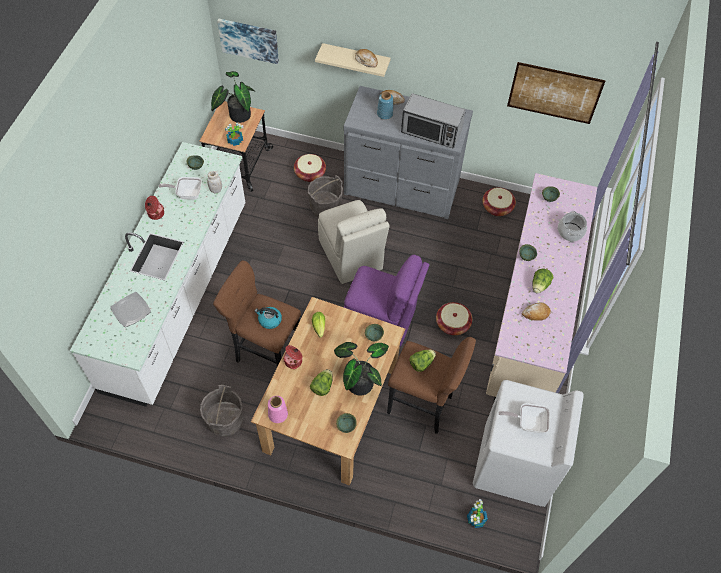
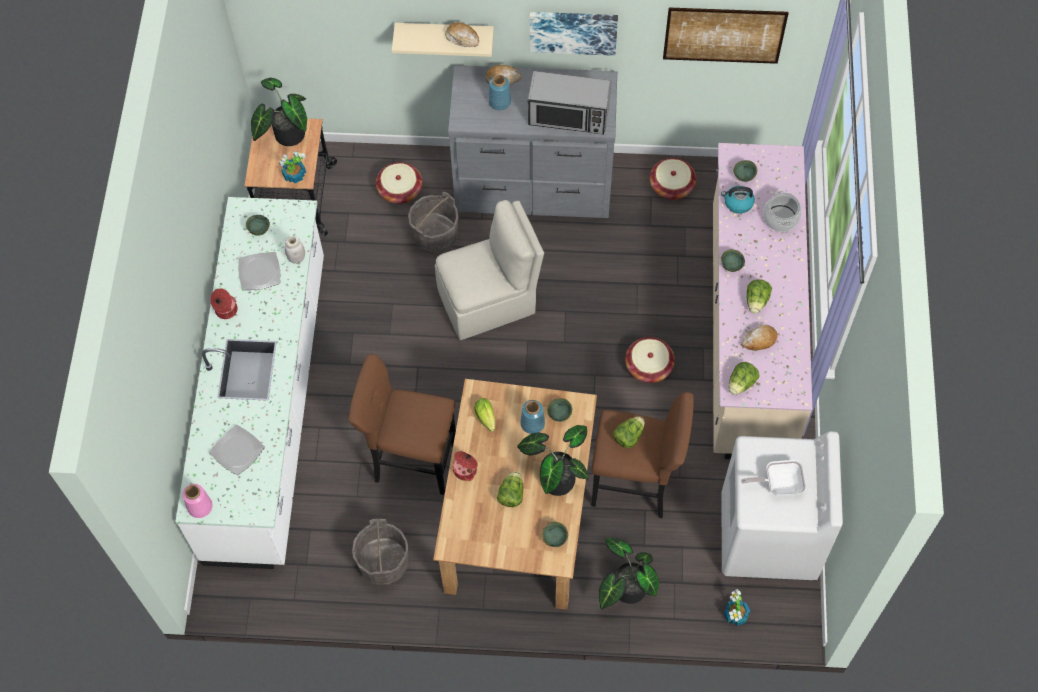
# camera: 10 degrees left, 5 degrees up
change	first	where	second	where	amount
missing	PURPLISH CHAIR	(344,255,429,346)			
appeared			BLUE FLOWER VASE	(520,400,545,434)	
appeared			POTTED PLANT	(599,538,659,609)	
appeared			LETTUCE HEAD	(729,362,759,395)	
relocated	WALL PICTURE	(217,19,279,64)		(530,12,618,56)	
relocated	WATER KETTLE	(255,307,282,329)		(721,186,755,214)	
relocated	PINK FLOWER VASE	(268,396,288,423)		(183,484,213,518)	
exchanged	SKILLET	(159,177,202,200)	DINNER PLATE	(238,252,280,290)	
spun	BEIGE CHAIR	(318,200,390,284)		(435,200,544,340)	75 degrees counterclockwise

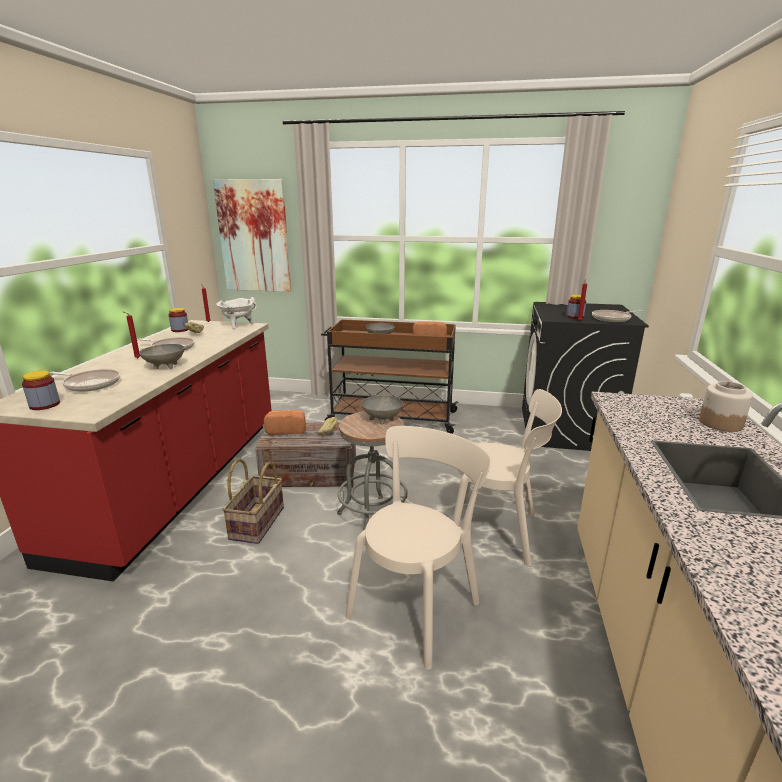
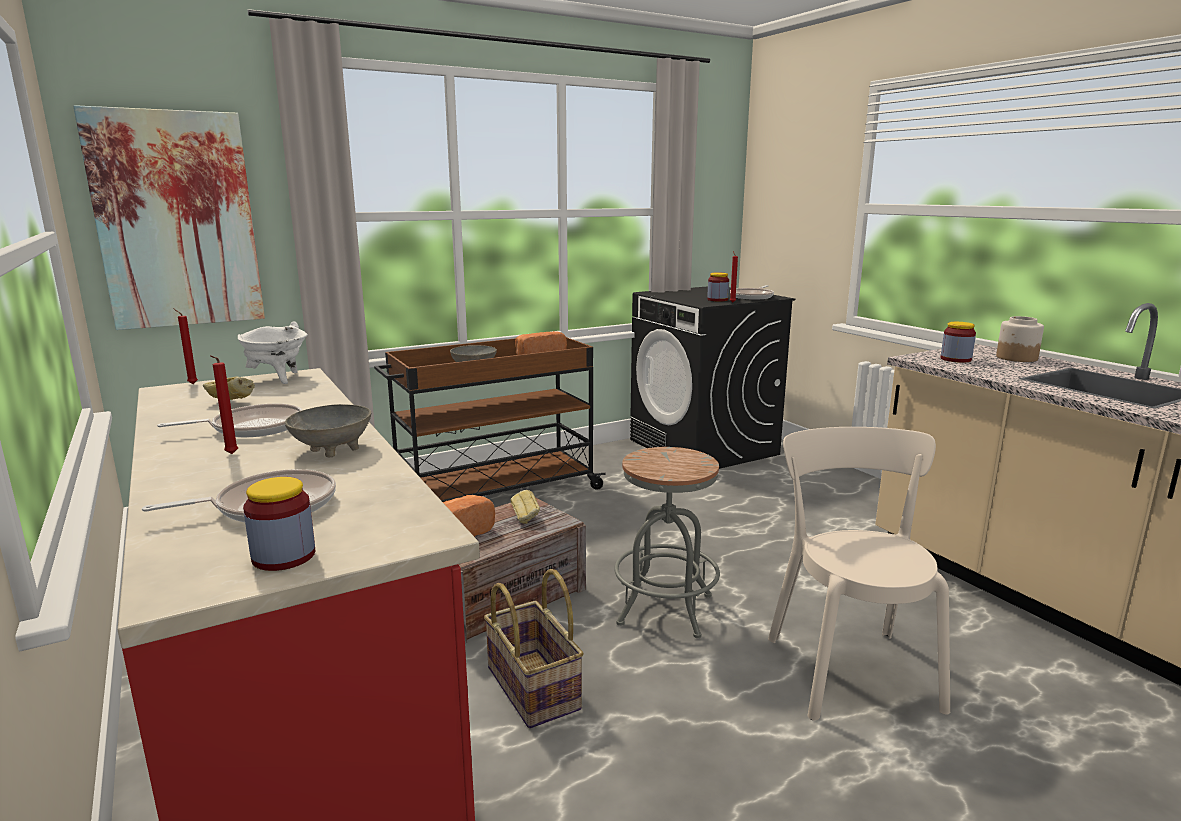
# camera: 40 degrees left, 5 degrees down
change	first	where	second	where	amount
missing	GREY BOWL	(361,395,403,424)			
missing	BEIGE CHAIR	(453,389,562,567)			
relocated	JAR	(169,308,188,332)		(941,322,976,363)	

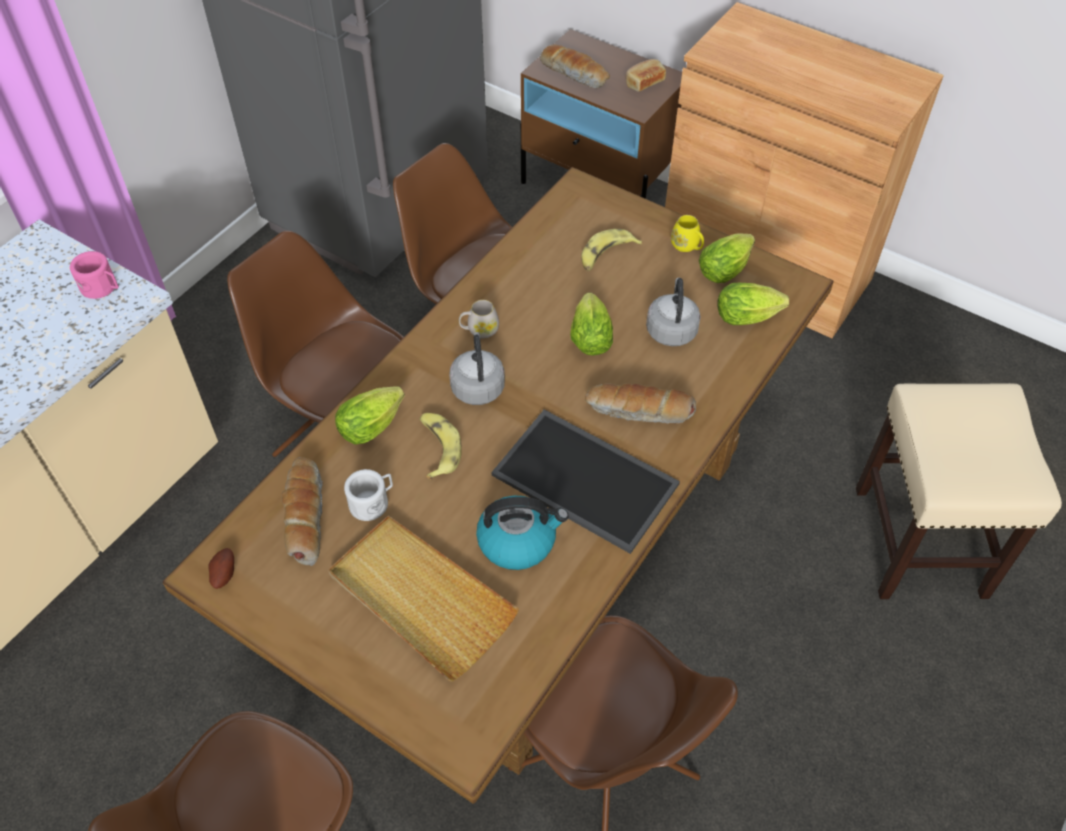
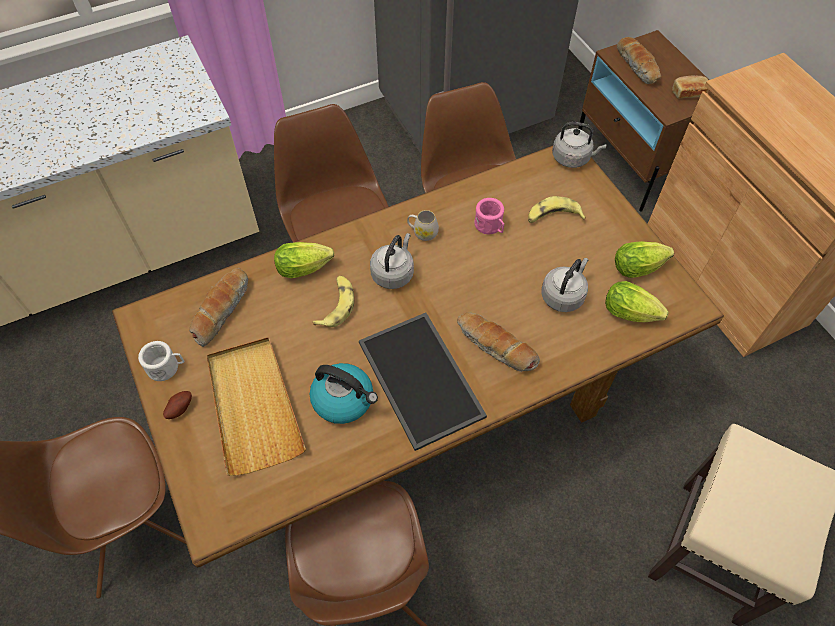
# camera: 30 degrees right, 5 degrees up
change	first	where	second	where	amount
missing	LETTUCE HEAD	(570,293,613,356)			
missing	YELLOW-COLOURED COFFEE MUG	(671,215,704,252)			
appeared			GREY WATER KETTLE	(552,122,606,168)	
relocated	PINK COFFEE MUG	(70,251,119,299)		(475,198,504,234)	
relocated	SPUD	(208,548,234,589)		(163,391,192,419)	
relocated	WHITE COFFEE MUG	(344,469,393,521)		(138,341,185,381)	

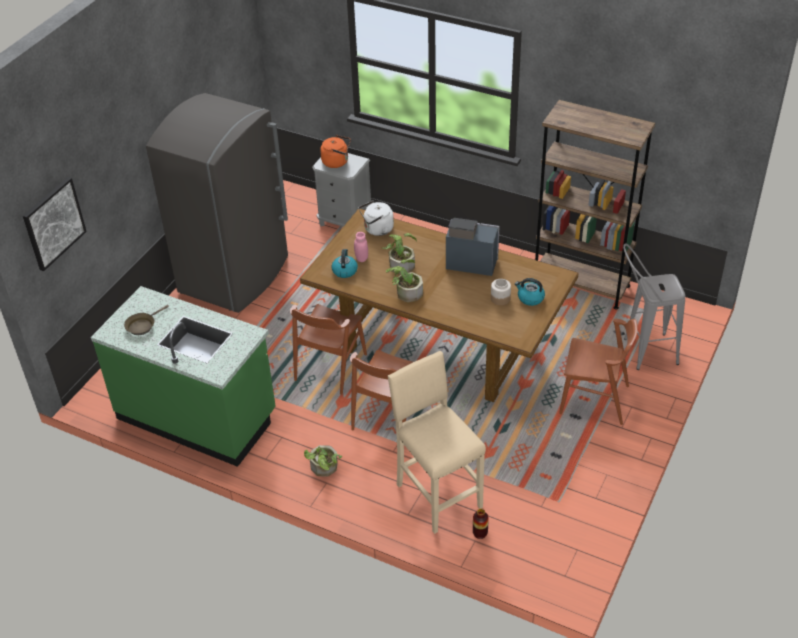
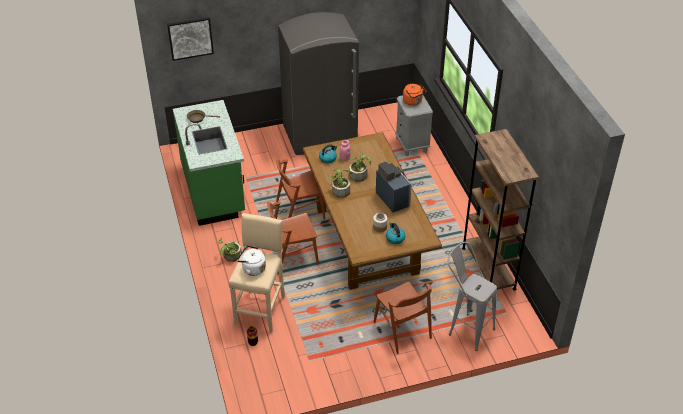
# camera: 45 degrees right, 0 degrees up
change	first	where	second	where	amount
relocated	WHITE WATER KETTLE	(358,201,394,236)		(237,246,266,276)	

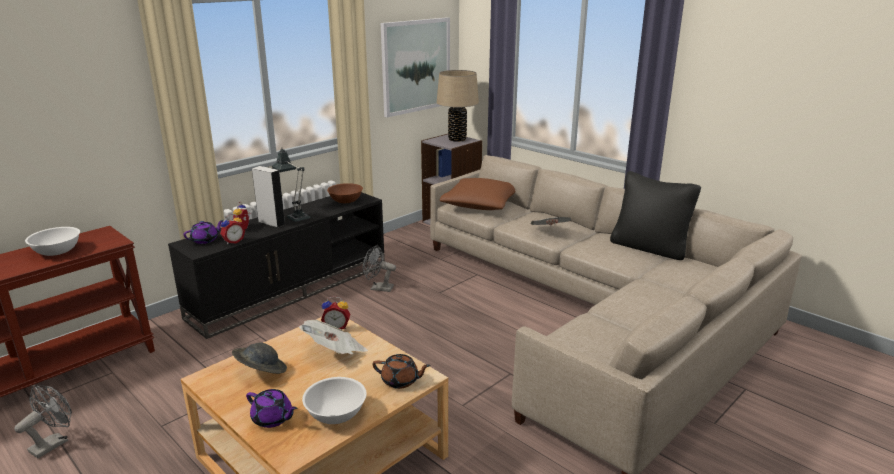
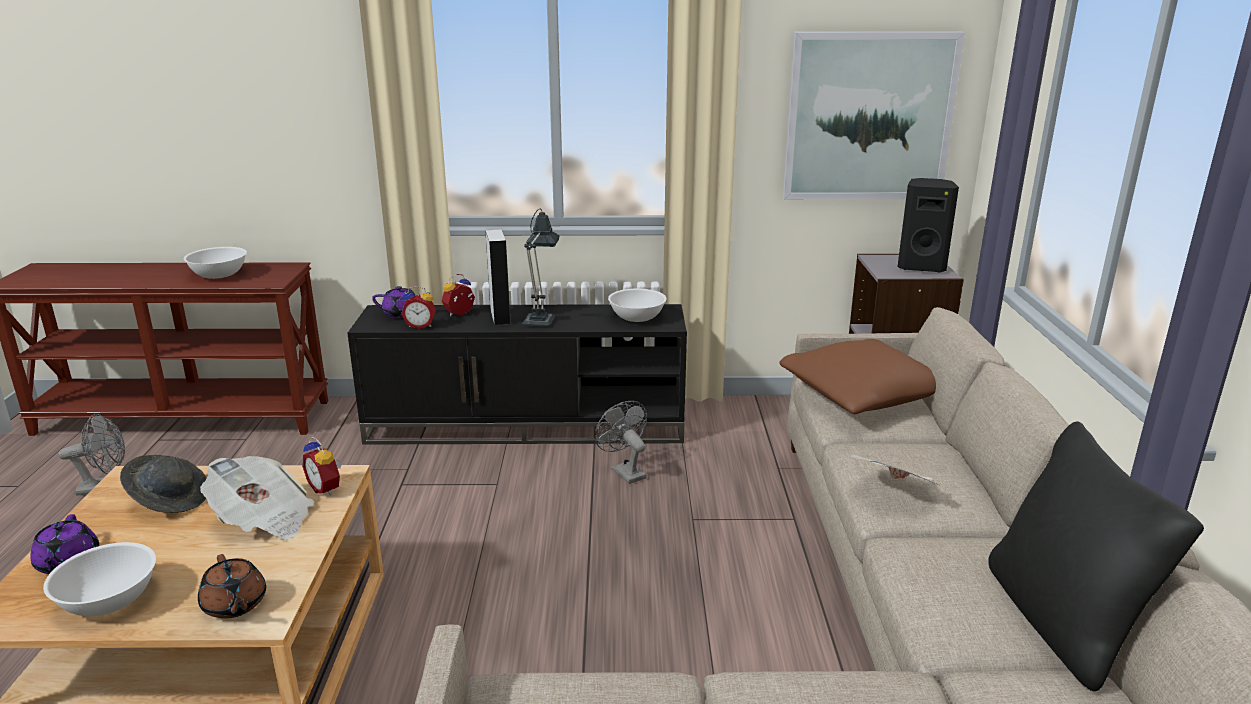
# camera: 45 degrees right, 0 degrees up
change	first	where	second	where	amount
exchanged	BEIGE LAMP FOR A TABLE	(437,70,479,142)	BLACK LOUDSPEAKER	(897,178,959,273)	
colour	BROWN BOWL	(327,183,363,203)	WHITE BOWL	(608,289,667,322)	

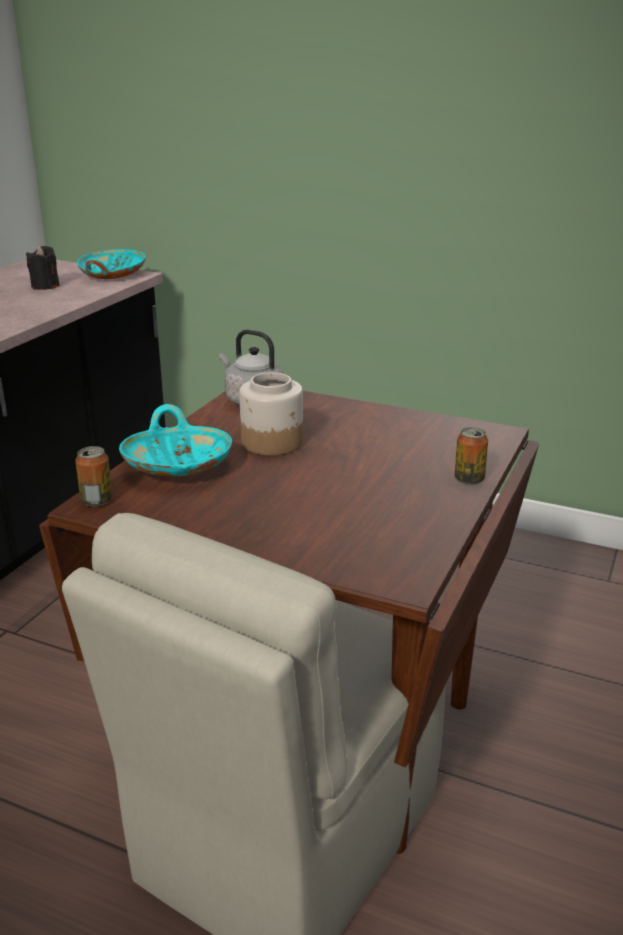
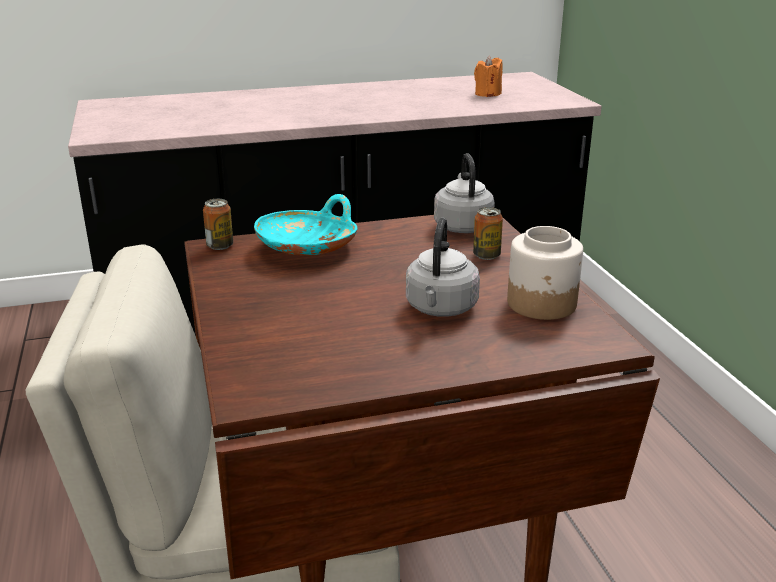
# camera: 50 degrees right, 0 degrees up
change	first	where	second	where	amount
missing	TURQUOISE-COLOURED BOWL	(77,249,146,279)			
appeared			GREY WATER KETTLE	(406,218,480,317)	
relocated	JAR	(239,372,303,455)		(507,226,583,320)	
relocated	SEALED CAN	(455,427,488,485)		(473,207,503,260)	
colour	BLACK WAX CANDLE	(26,245,60,290)	ORANGE-COLOURED WAX CANDLE	(474,56,503,97)	

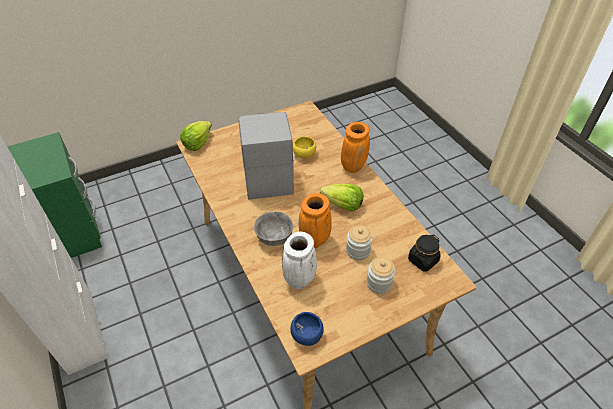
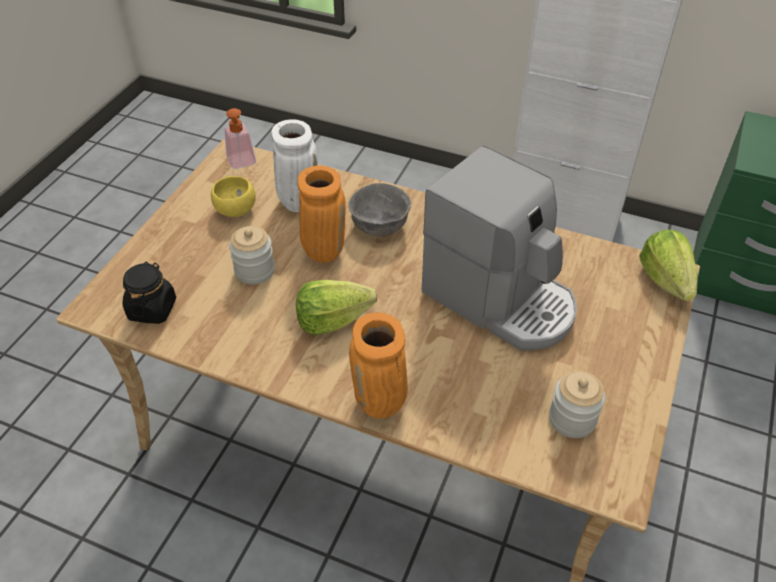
# camera: 140 degrees right, 0 degrees up
change	first	where	second	where	amount
relocated	YELLOW-COLOURED BOWL	(293,136,316,158)		(211,176,256,217)	
relocated	JAR	(367,257,396,294)		(549,371,605,438)	
exchanged	BLUE BOWL	(291,312,324,346)	LIQUID SOAP BOTTLE	(224,108,256,169)	

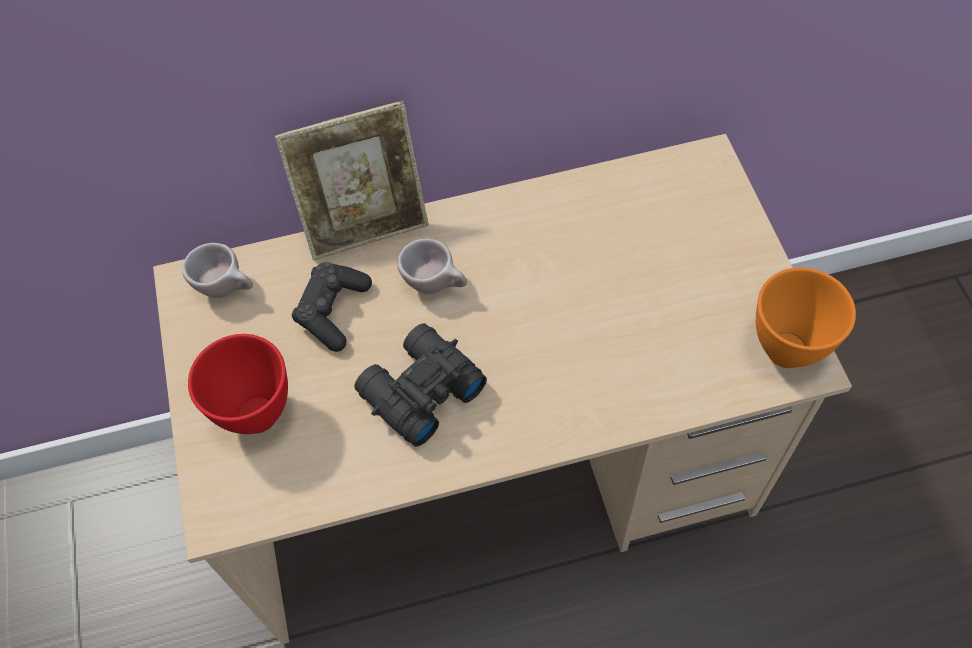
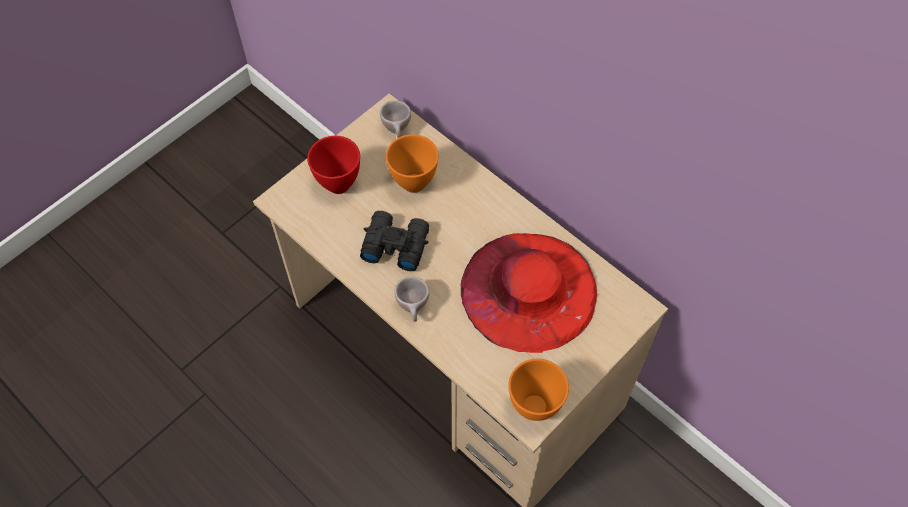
# camera: 55 degrees right, 0 degrees up
change	first	where	second	where	amount
missing	PICTURE FRAME	(275,100,429,260)			
appeared			REDDISH WEARABLE HAT	(461,233,597,353)	
relocated	BEIGE SMALL CUP	(398,239,467,294)		(394,276,429,322)	
exchanged	BLACK GAMEPAD	(292,262,372,352)	ORANGE-COLOURED BOWL	(386,134,439,193)	

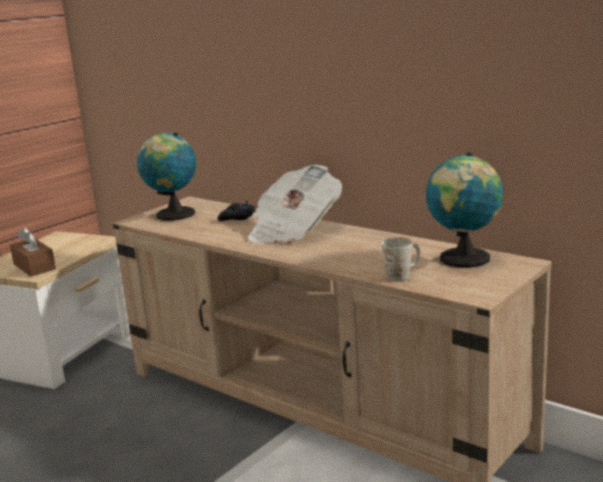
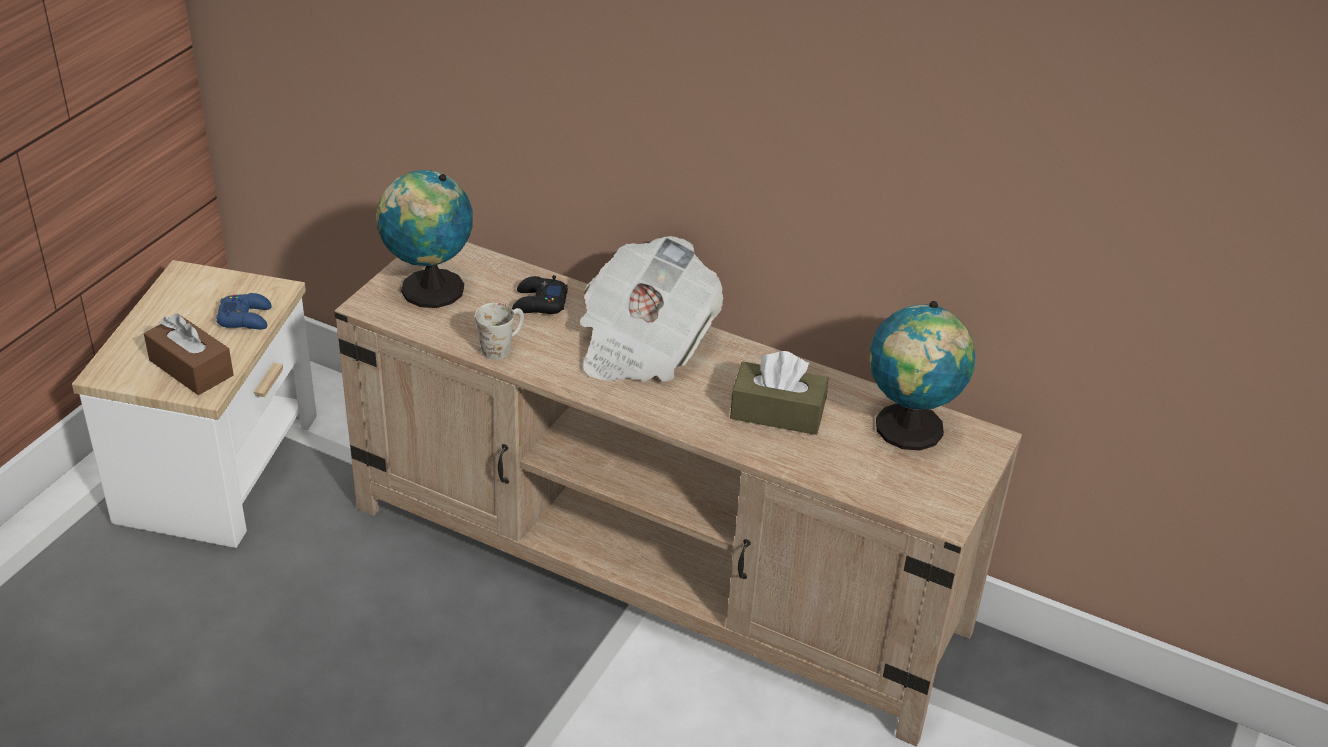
# camera: 15 degrees left, 20 degrees up
change	first	where	second	where	amount
appeared			BLUE GAMEPAD	(216,293,272,329)	
appeared			BROWN TISSUE BOX	(730,351,828,435)	
relocated	WHITE COFFEE MUG	(381,237,420,281)		(475,303,524,360)	

